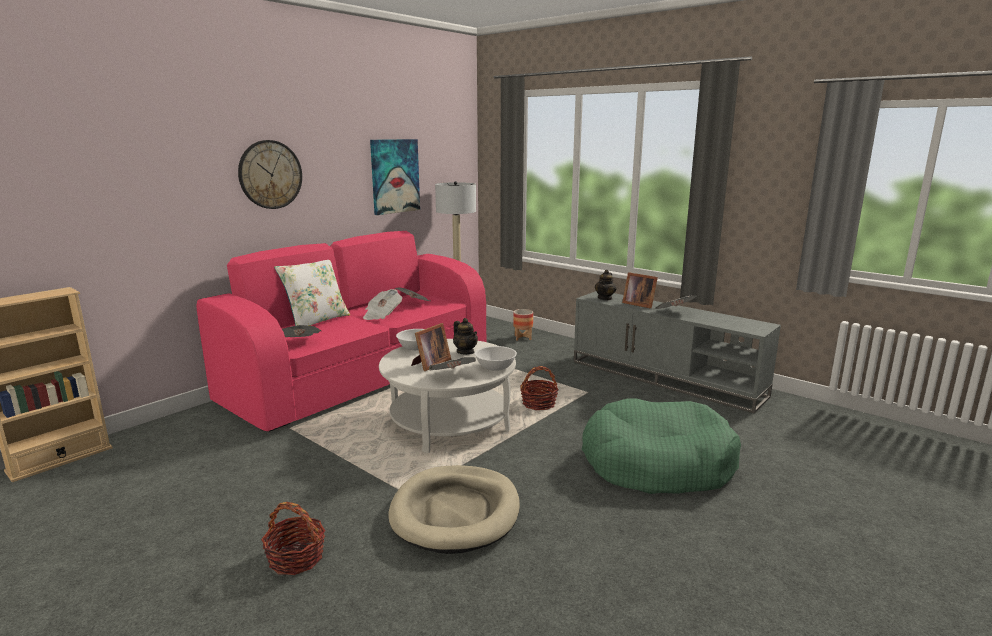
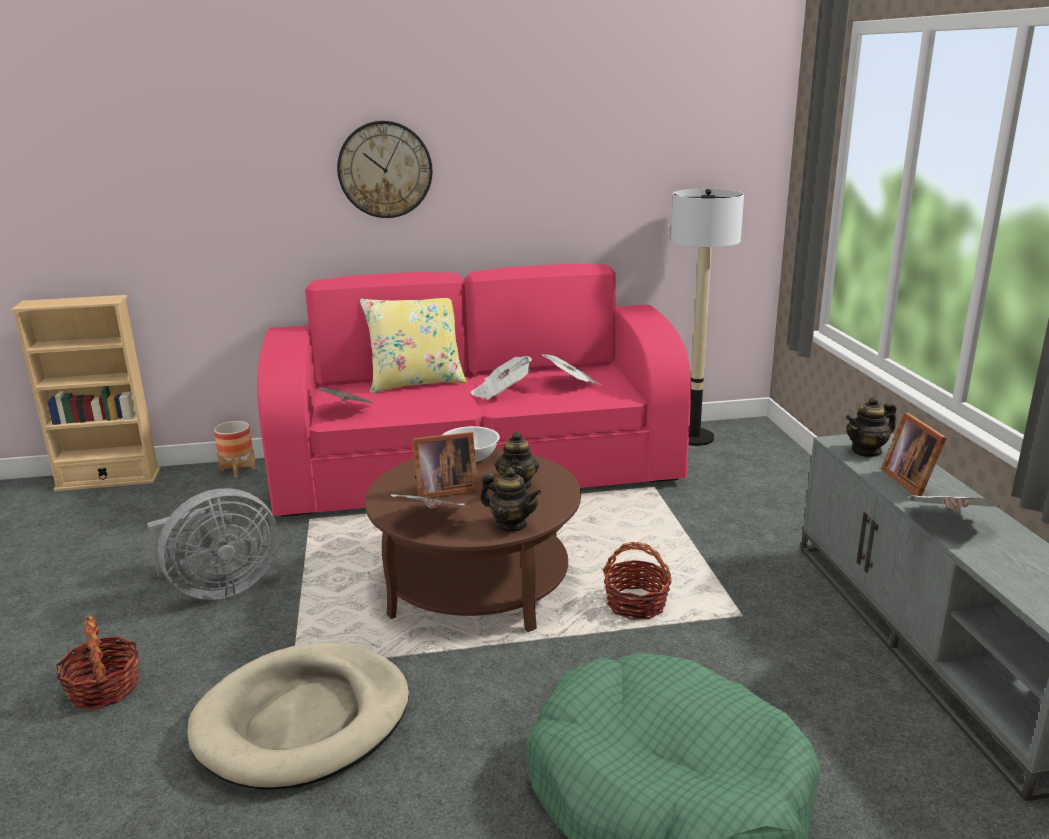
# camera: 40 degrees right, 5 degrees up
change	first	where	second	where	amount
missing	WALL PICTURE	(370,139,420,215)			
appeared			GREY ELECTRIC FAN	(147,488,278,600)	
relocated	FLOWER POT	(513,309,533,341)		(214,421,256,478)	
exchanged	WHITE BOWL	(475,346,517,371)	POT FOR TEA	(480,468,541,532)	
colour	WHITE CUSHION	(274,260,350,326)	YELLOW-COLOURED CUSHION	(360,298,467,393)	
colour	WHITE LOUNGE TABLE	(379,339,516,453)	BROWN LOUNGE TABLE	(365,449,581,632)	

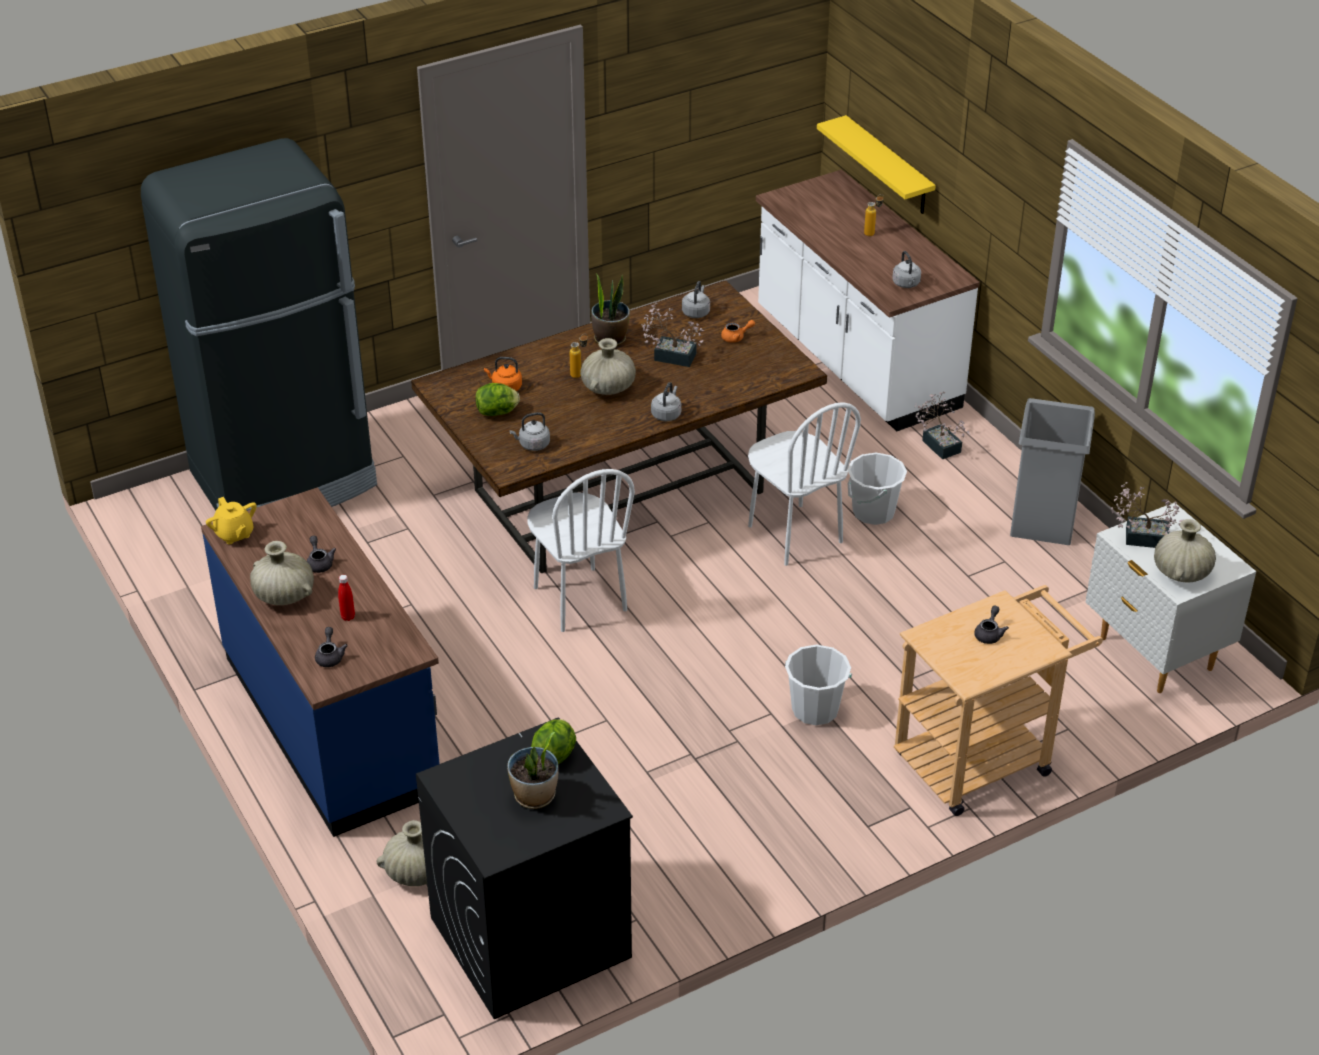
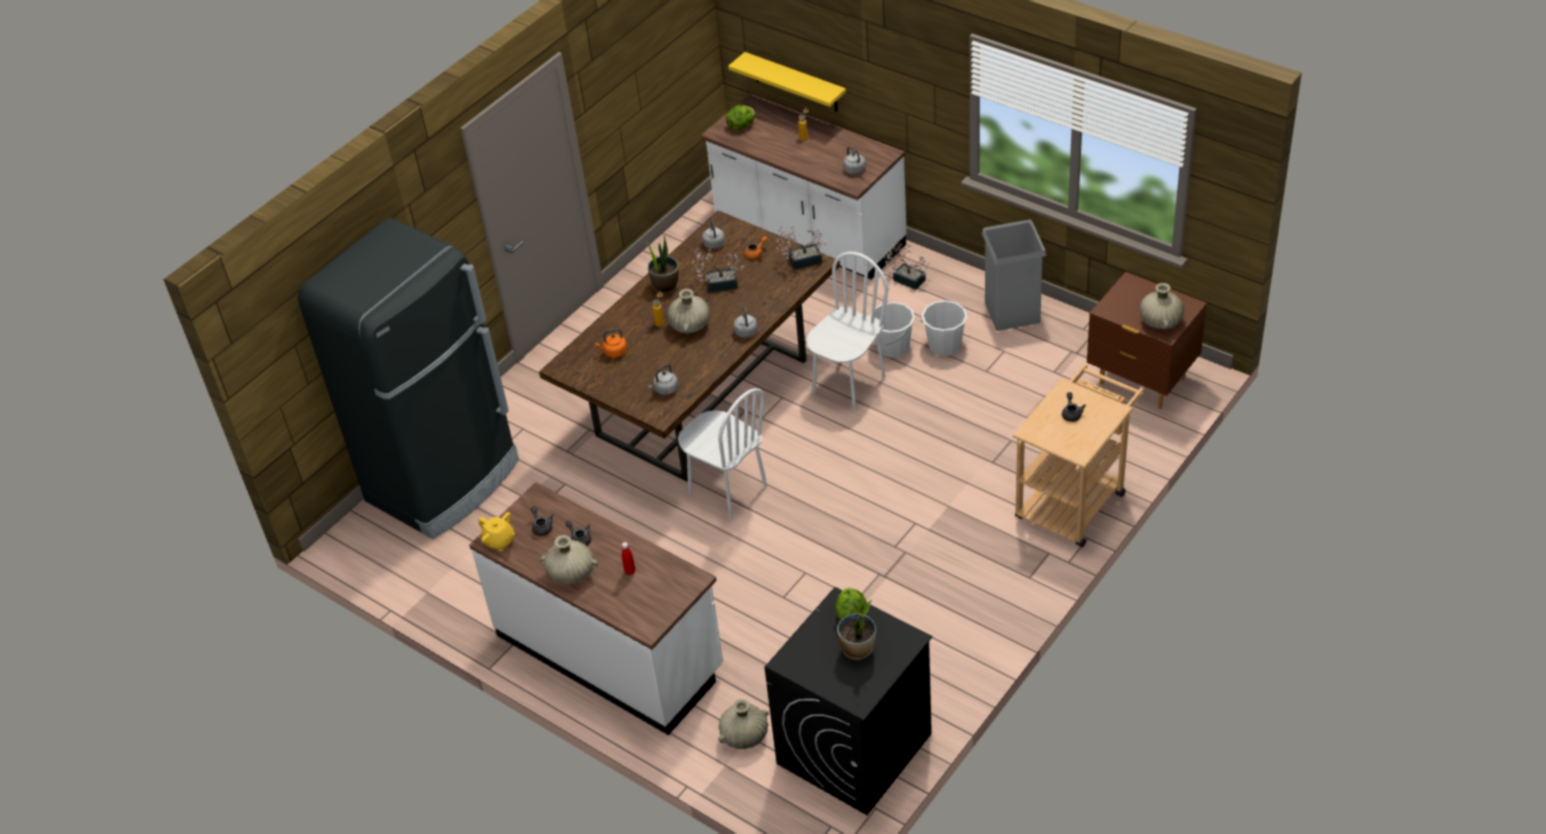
# camera: 20 degrees left, 5 degrees up
change	first	where	second	where	amount
relocated	GREY POT FOR TEA	(315,627,348,667)		(531,506,553,536)	
relocated	LETTUCE HEAD	(476,383,520,416)		(726,105,755,130)	
relocated	WHITE BUCKET	(785,645,852,725)		(921,300,967,356)	
relocated	POTTED PLANT	(1111,482,1183,548)		(777,226,827,270)	
colour	BLUE KITCHEN BASE UNIT	(201,487,440,837)	WHITE KITCHEN BASE UNIT	(469,482,723,735)	
colour	WHITE NIGHTSTAND	(1086,502,1256,693)	BROWN NIGHTSTAND	(1087,272,1207,409)	
spun	WHITE CHAIR	(748,402,861,566)		(806,252,888,410)	90 degrees counterclockwise

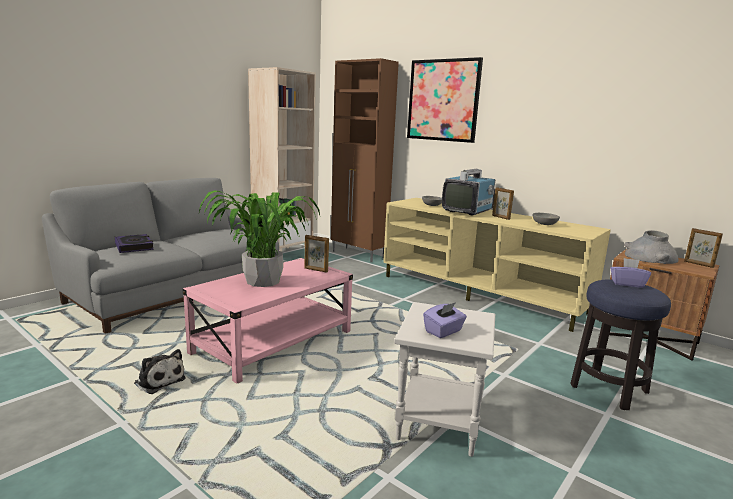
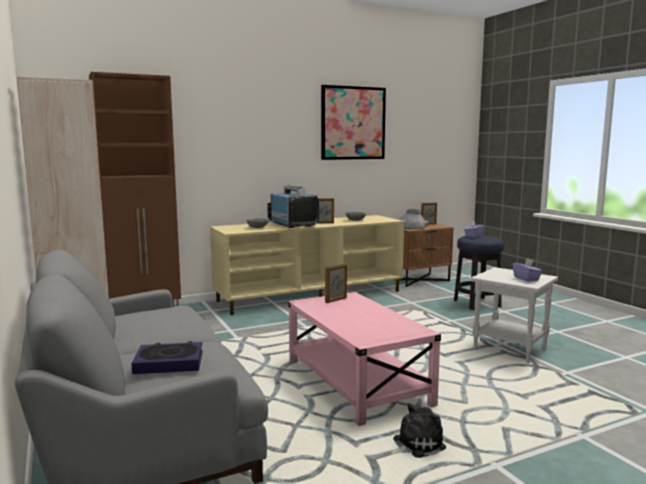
# camera: 65 degrees left, 5 degrees down
change	first	where	second	where	amount
missing	POTTED PLANT	(199,191,320,287)			
relocated	WALL PICTURE	(407,57,483,143)		(321,85,386,160)	

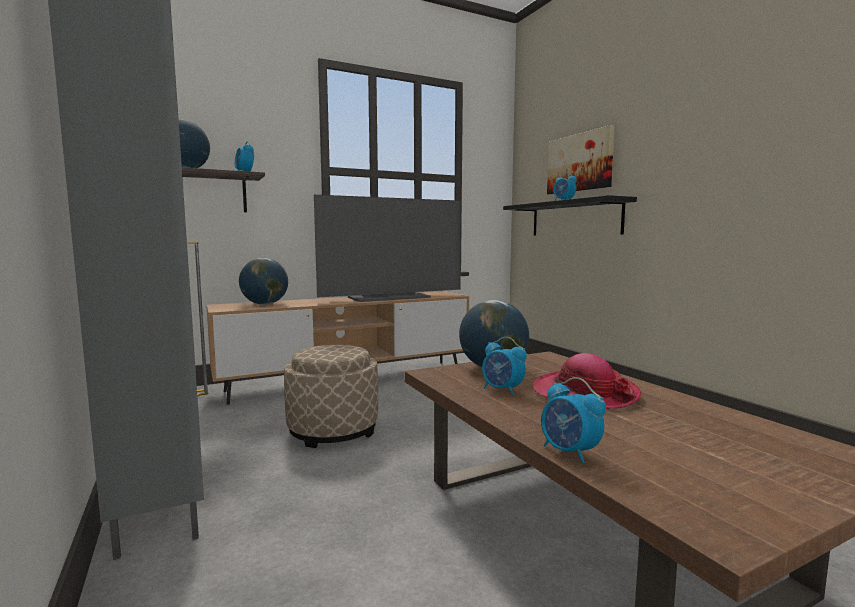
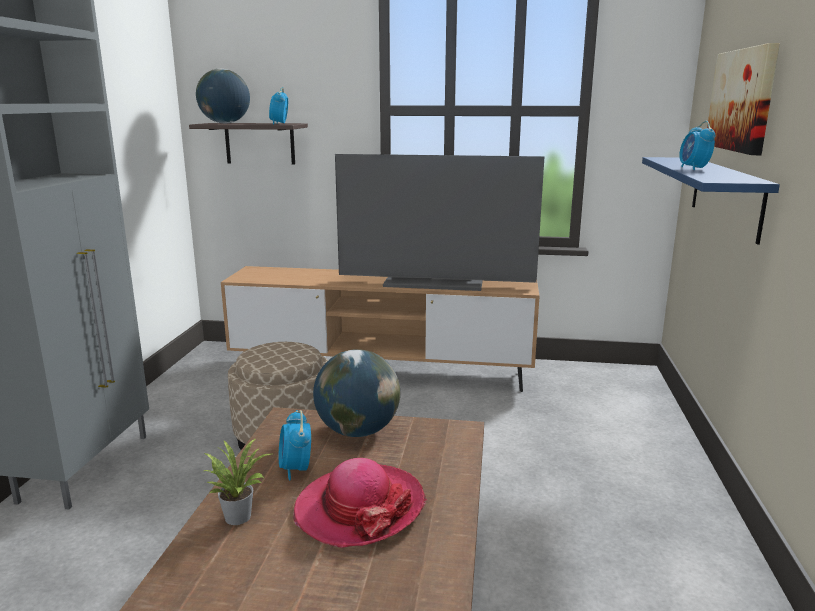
# camera: 35 degrees right, 10 degrees up
change	first	where	second	where	amount
missing	GLOBE	(239,258,288,305)			
missing	TABLE CLOCK	(541,377,606,463)			
appeared			POTTED PLANT	(204,438,271,525)	
colour	BLACK WALL SHELF	(503,195,637,235)	BLUE WALL SHELF	(642,157,780,245)	

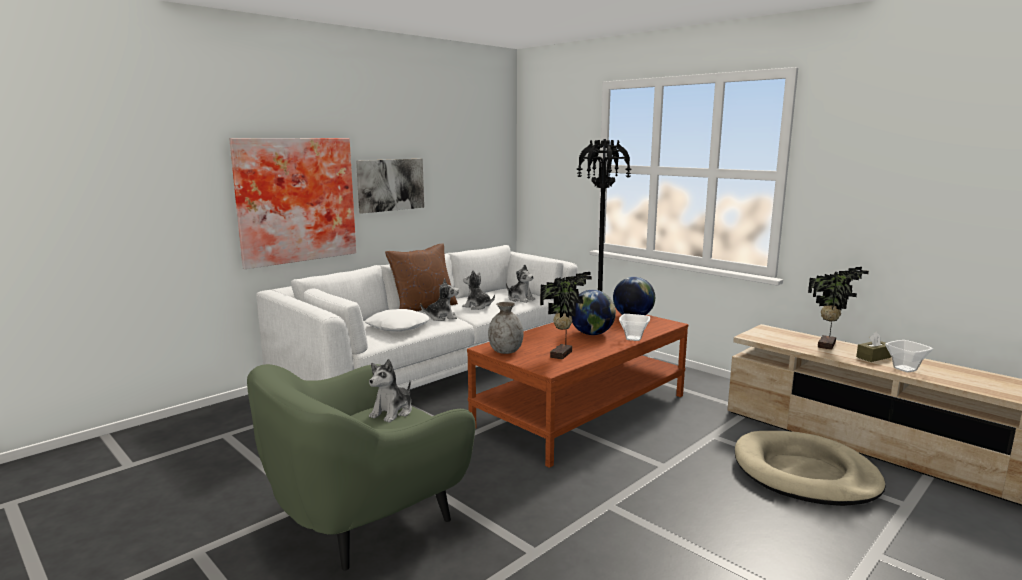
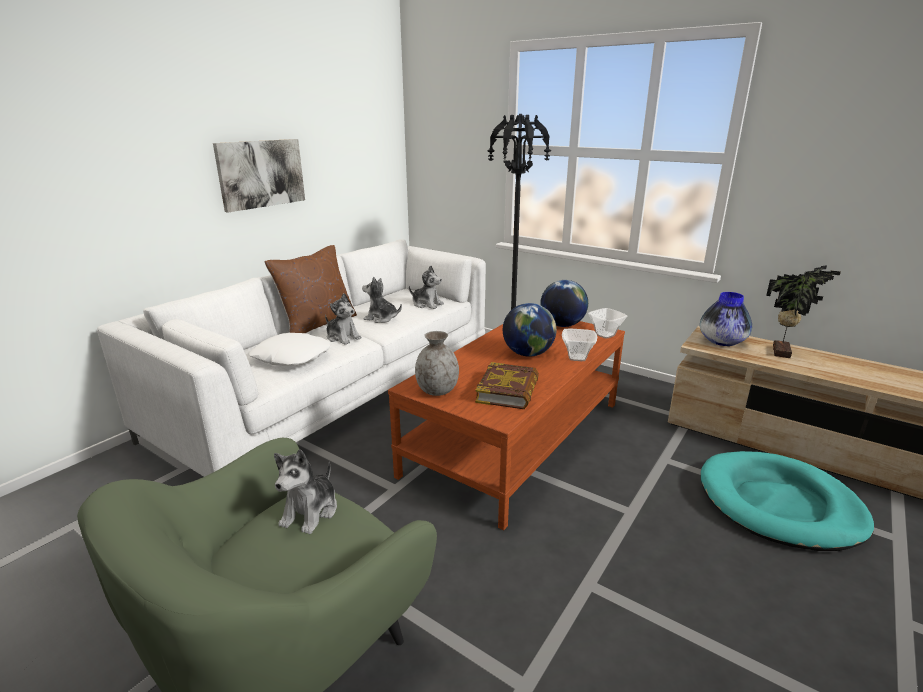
# camera: 10 degrees left, 10 degrees up
change	first	where	second	where	amount
missing	WALL PICTURE	(229,138,356,269)			
missing	BROWN TISSUE BOX	(856,332,891,362)			
appeared			FLOWER VASE	(700,292,752,346)	
relocated	BOWL	(885,340,933,372)		(588,308,627,338)	
exchanged	POTTED PLANT	(540,272,592,359)	VOLUME	(475,362,539,409)	
colour	BEIGE PET BED	(735,431,885,506)	TURQUOISE-COLOURED PET BED	(701,451,874,551)	
spun	PLUSH TOY	(421,278,459,321)		(325,293,362,345)	60 degrees clockwise

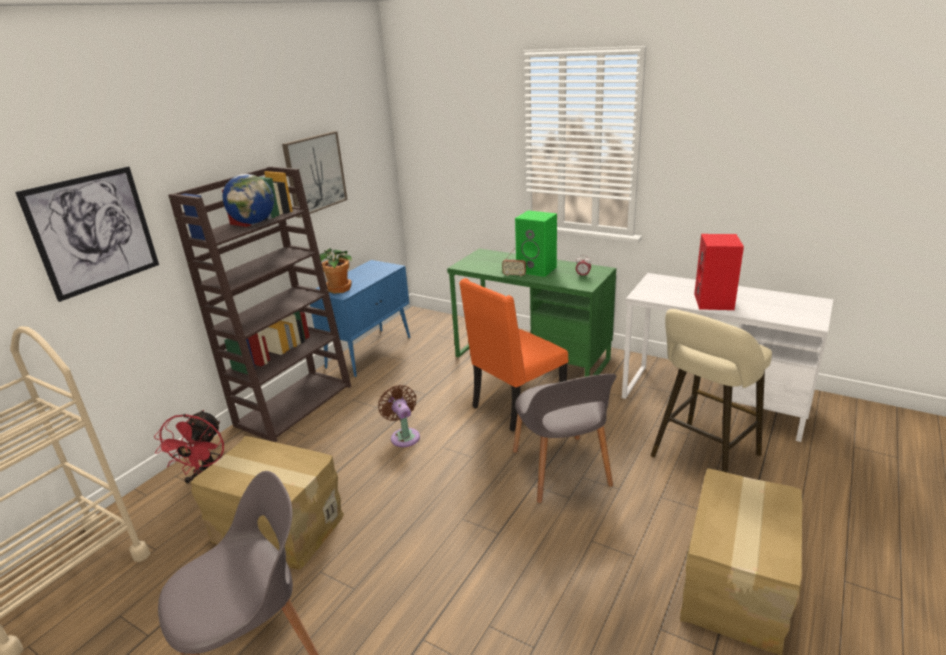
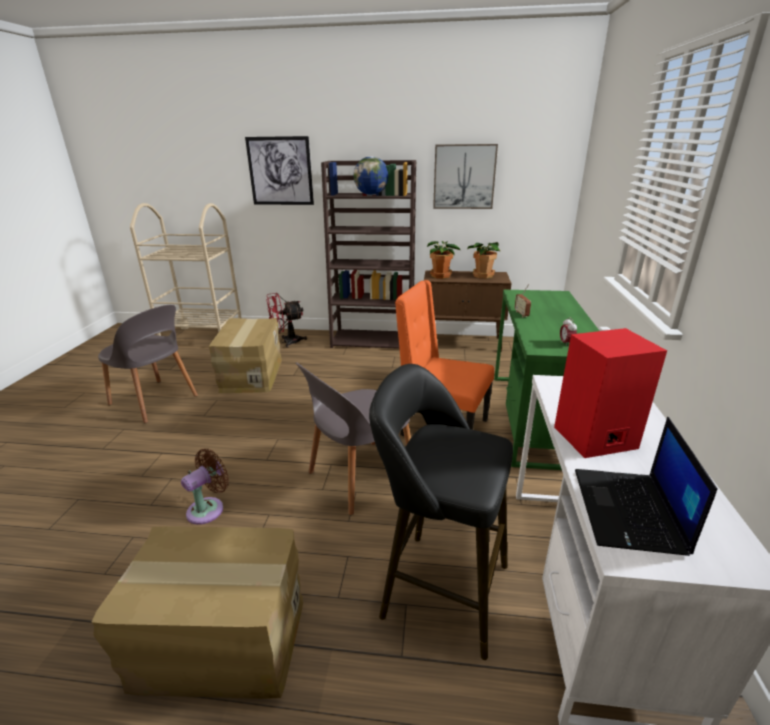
# camera: 65 degrees right, 0 degrees up
change	first	where	second	where	amount
missing	GREENISH LOUDSPEAKER	(515,210,557,277)			
appeared			POTTED PLANT	(467,242,501,279)	
appeared			NOTEBOOK COMPUTER	(575,417,717,556)	
relocated	BROWN ELECTRIC FAN	(378,385,420,447)		(181,449,229,525)	
colour	BLUE CABINET	(310,260,410,377)	BROWN CABINET	(424,271,511,352)	
colour	BEIGE SITTING STOOL	(651,309,772,473)	BLACK SITTING STOOL	(369,364,513,660)	

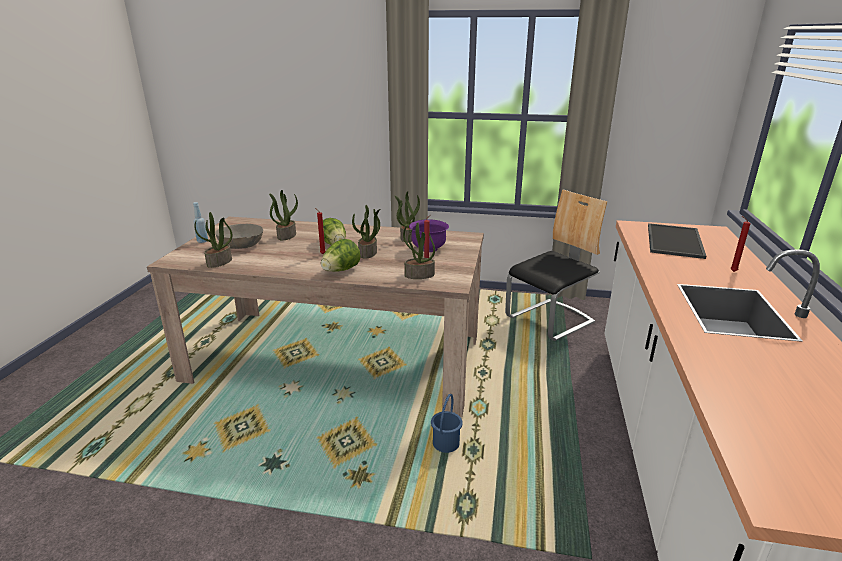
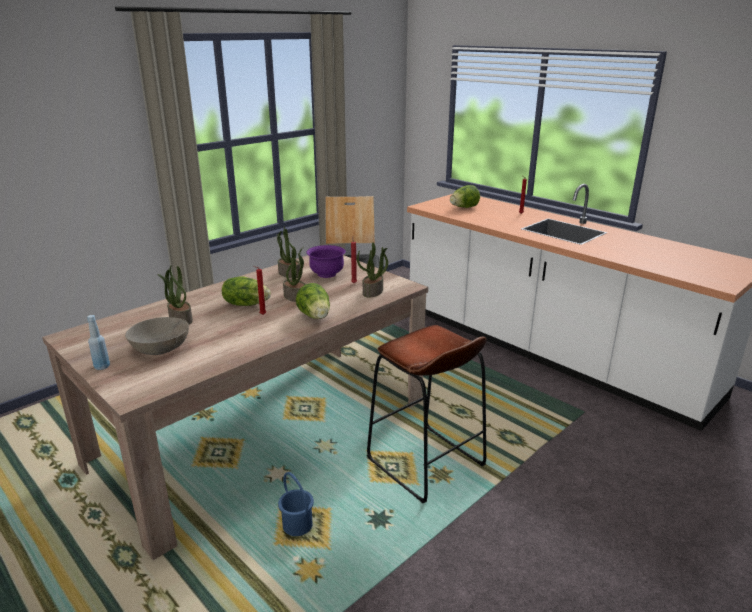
# camera: 55 degrees left, 0 degrees up
change	first	where	second	where	amount
missing	POTTED PLANT	(195,212,232,268)			
appeared			BROWN SITTING STOOL	(367,325,487,503)	
relocated	BLUE BUCKET	(431,394,463,453)		(278,472,314,536)	
exchanged	SERVING TRAY	(648,223,706,259)	LETTUCE HEAD	(450,185,480,208)	

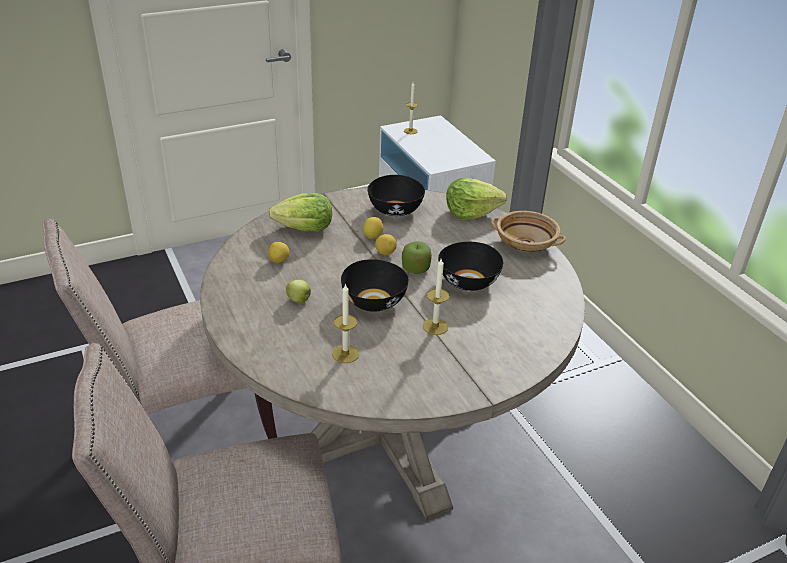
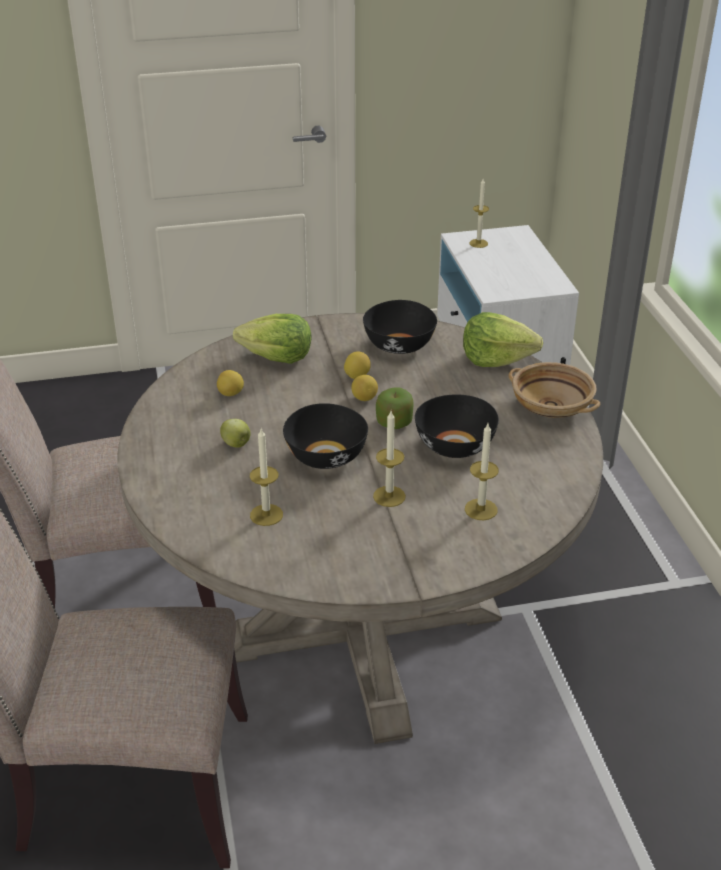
# camera: 15 degrees right, 0 degrees up
change	first	where	second	where	amount
appeared			WAX CANDLE	(465,424,499,520)	

